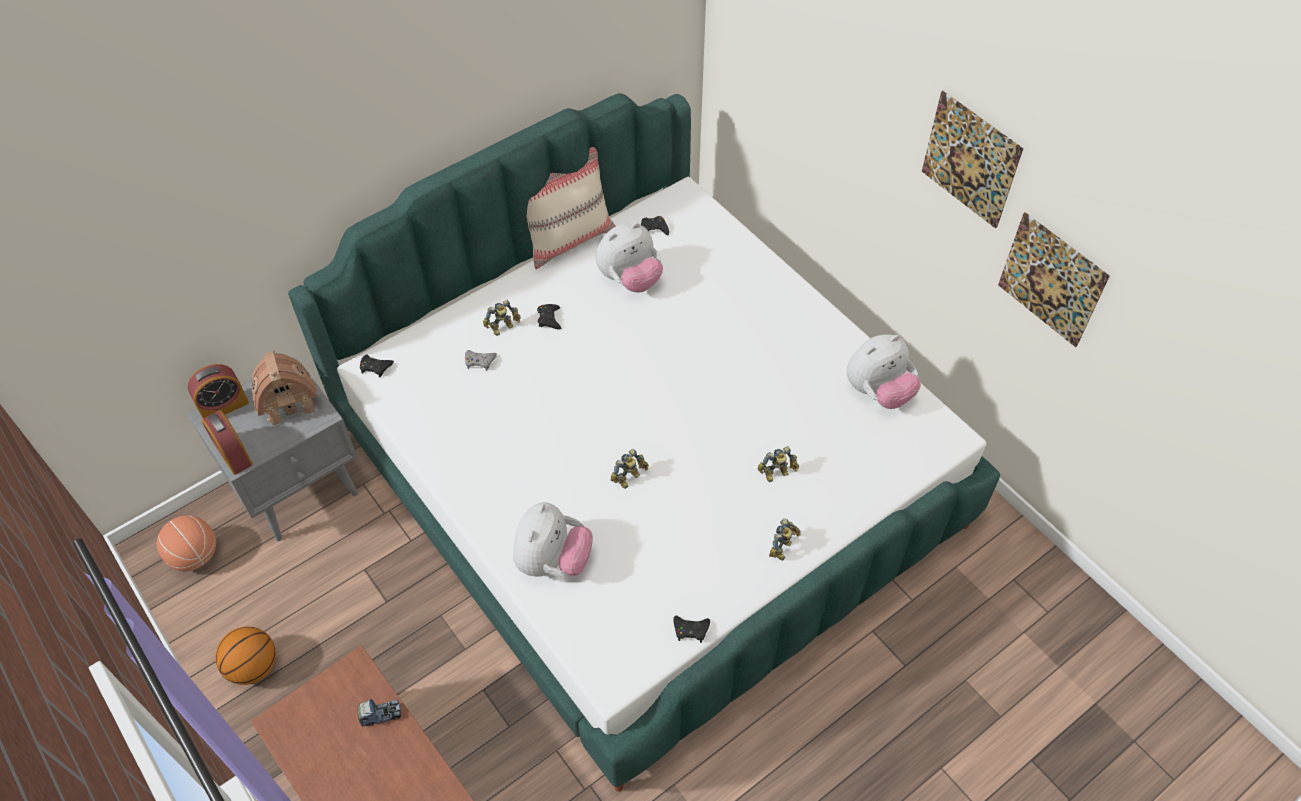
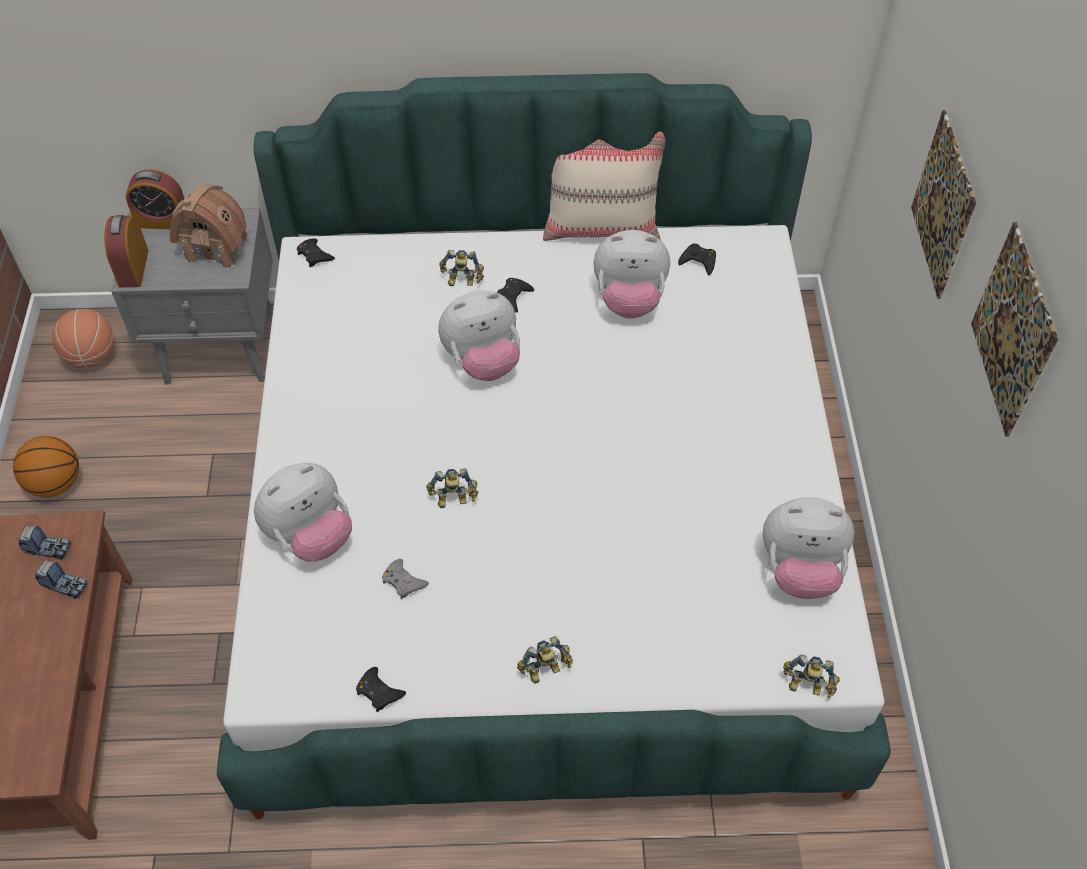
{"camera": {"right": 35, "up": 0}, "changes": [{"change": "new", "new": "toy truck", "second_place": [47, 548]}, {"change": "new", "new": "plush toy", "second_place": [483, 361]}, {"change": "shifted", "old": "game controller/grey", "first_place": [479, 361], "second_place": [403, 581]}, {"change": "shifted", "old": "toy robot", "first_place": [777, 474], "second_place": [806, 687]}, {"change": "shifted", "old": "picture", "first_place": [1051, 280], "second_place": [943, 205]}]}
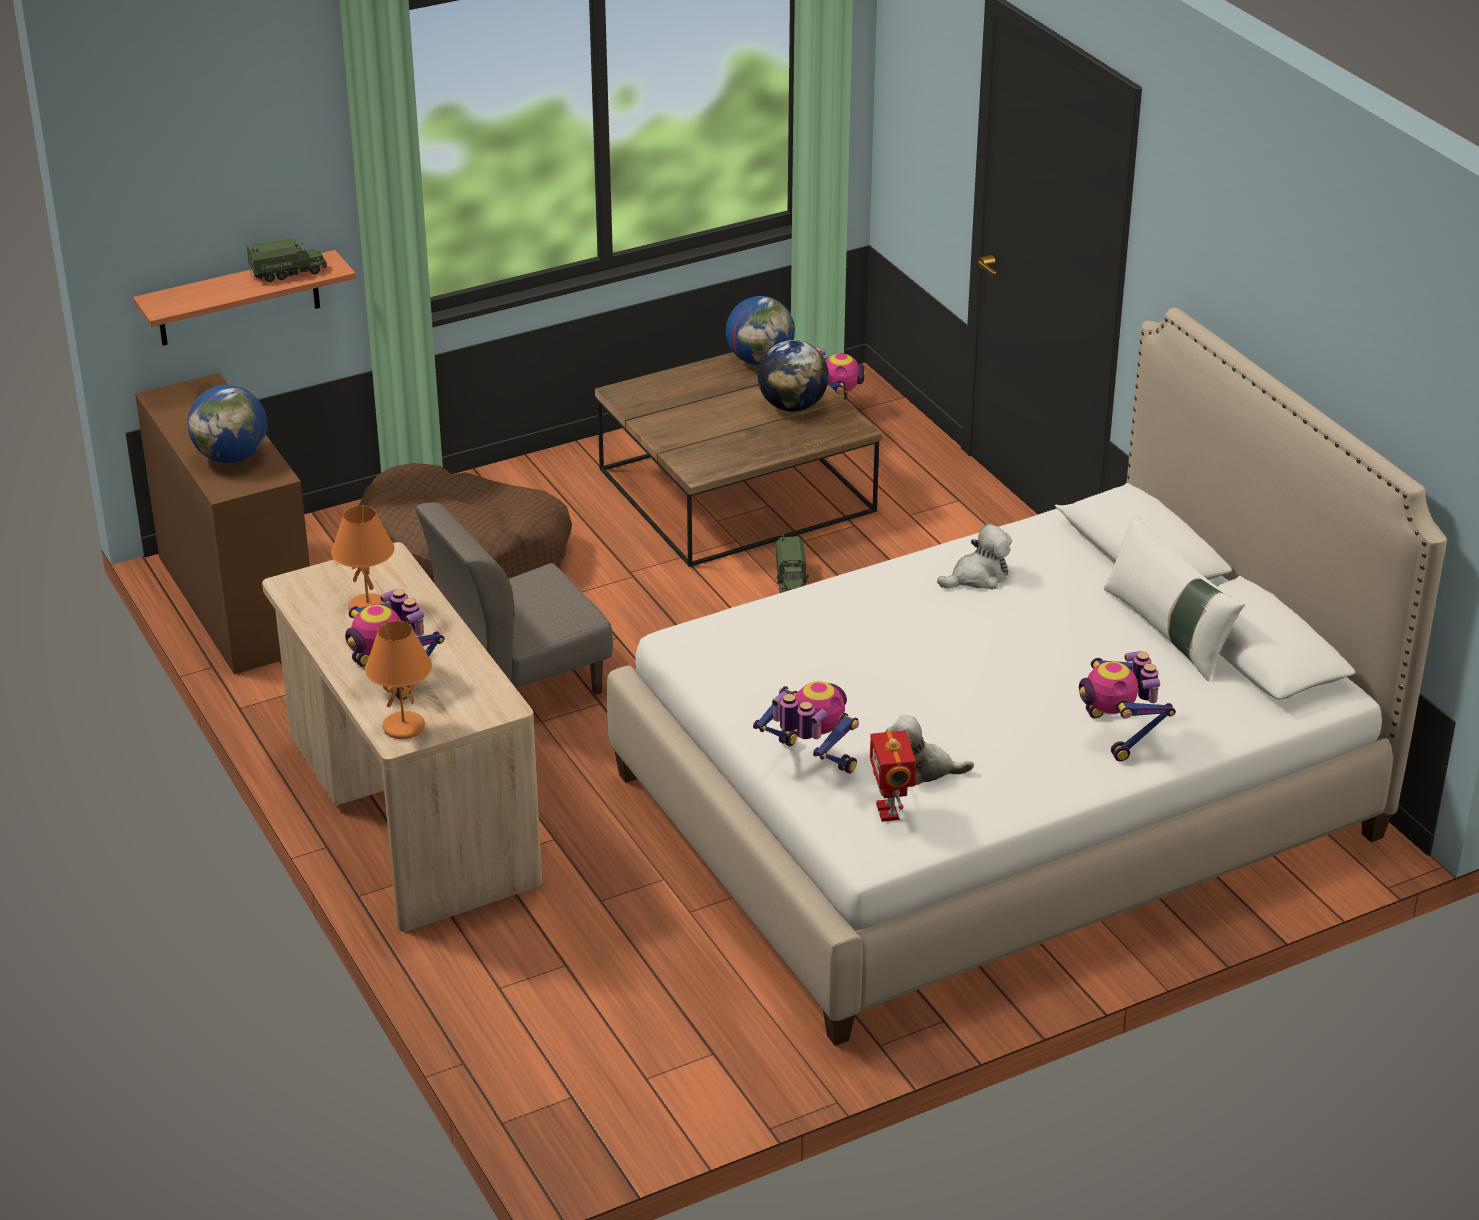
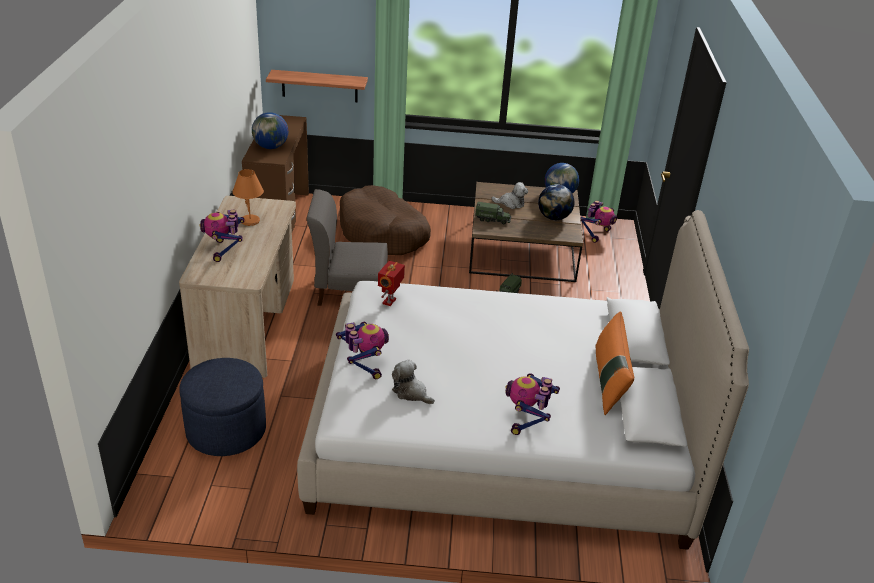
{"camera": {"right": 30, "up": 0}, "changes": [{"change": "gone", "old": "table lamp/orange", "first_place": [404, 727]}, {"change": "new", "new": "ottoman/blue", "second_place": [226, 430]}, {"change": "shifted", "old": "toy truck", "first_place": [288, 272], "second_place": [492, 219]}, {"change": "shifted", "old": "toy robot", "first_place": [890, 811], "second_place": [390, 301]}, {"change": "shifted", "old": "plush toy", "first_place": [978, 577], "second_place": [511, 203]}, {"change": "repainted", "old": "pillow/white", "new": "pillow/orange", "first_place": [1168, 631], "second_place": [609, 381]}]}
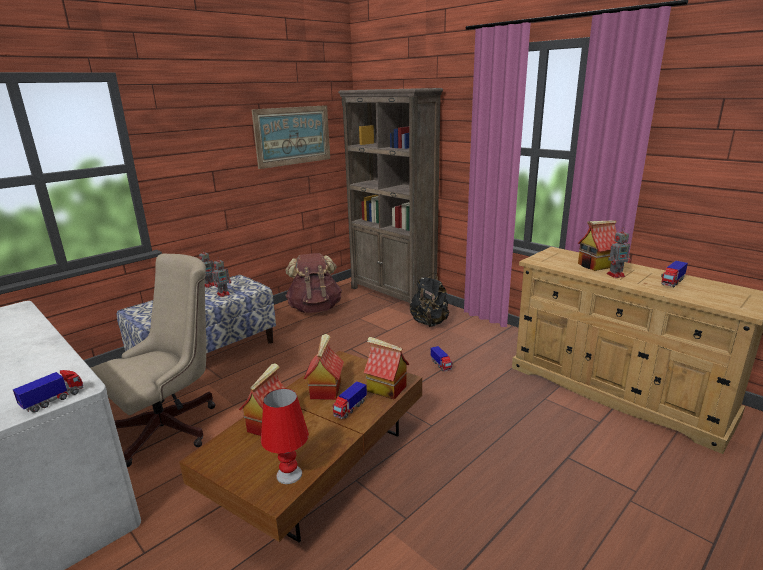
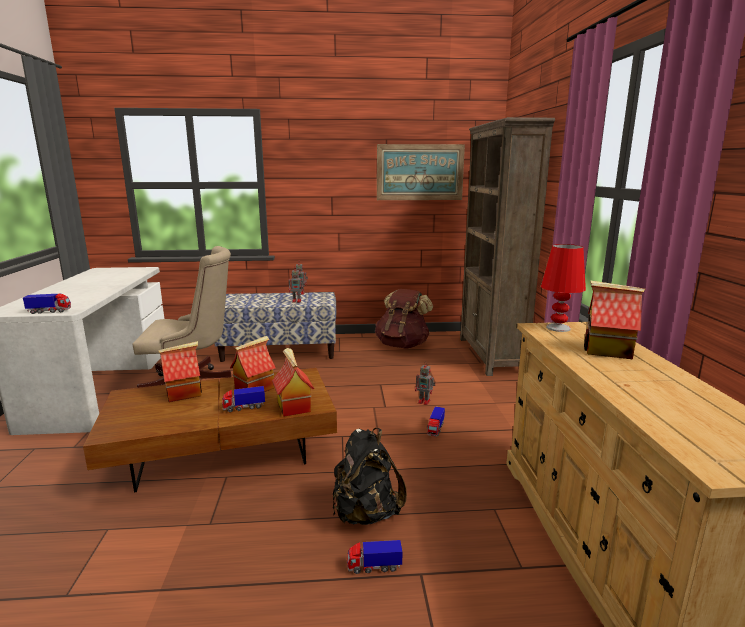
{"camera": {"right": 40, "up": -5}, "changes": [{"change": "shifted", "old": "table lamp/red", "first_place": [289, 474], "second_place": [558, 328]}, {"change": "shifted", "old": "backpack/black", "first_place": [429, 323], "second_place": [365, 513]}, {"change": "shifted", "old": "toy robot", "first_place": [616, 275], "second_place": [424, 401]}, {"change": "shifted", "old": "toy truck", "first_place": [672, 282], "second_place": [374, 567]}]}
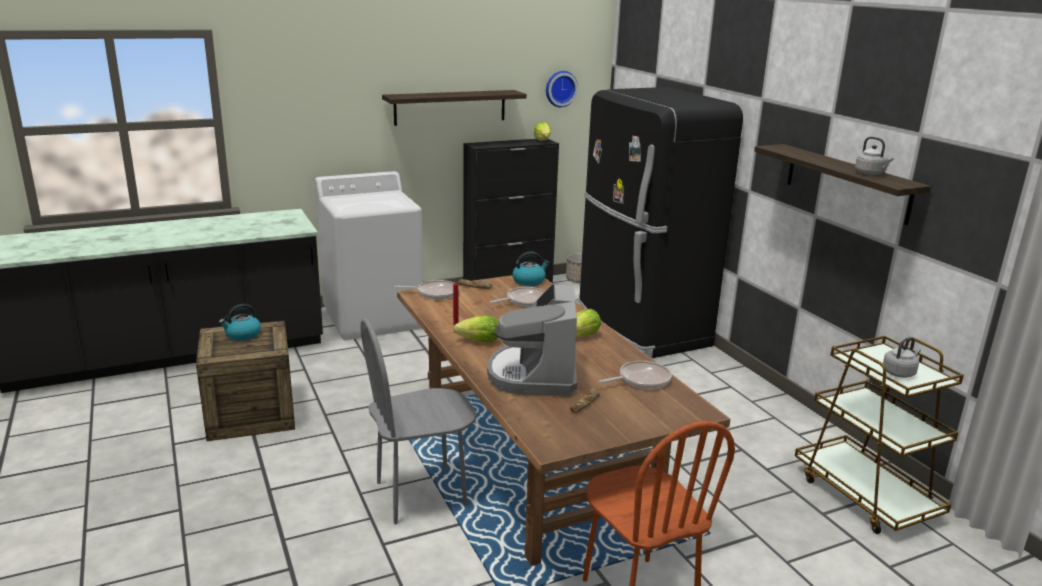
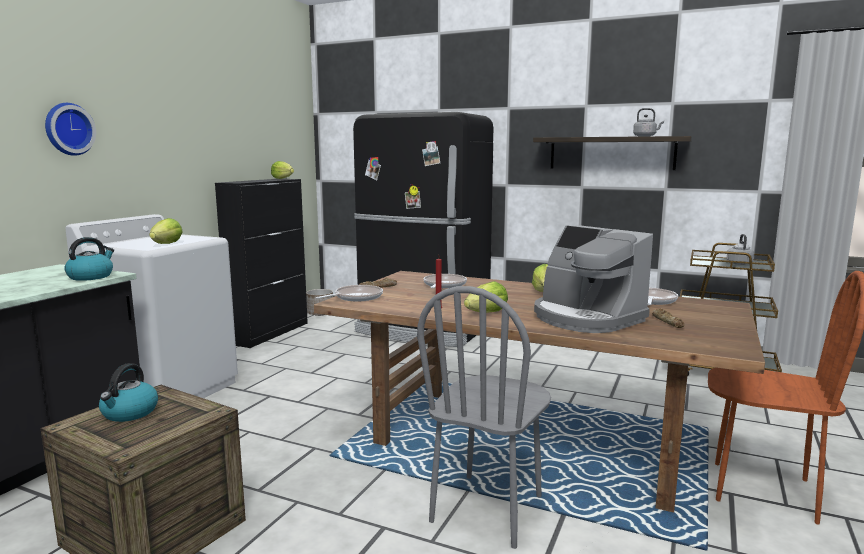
{"camera": {"right": -40, "up": -10}, "changes": [{"change": "gone", "old": "shelf", "first_place": [450, 107]}, {"change": "new", "new": "lettuce", "second_place": [167, 244]}, {"change": "shifted", "old": "kettle", "first_place": [529, 281], "second_place": [91, 276]}, {"change": "shifted", "old": "wall clock", "first_place": [560, 88], "second_place": [68, 129]}]}
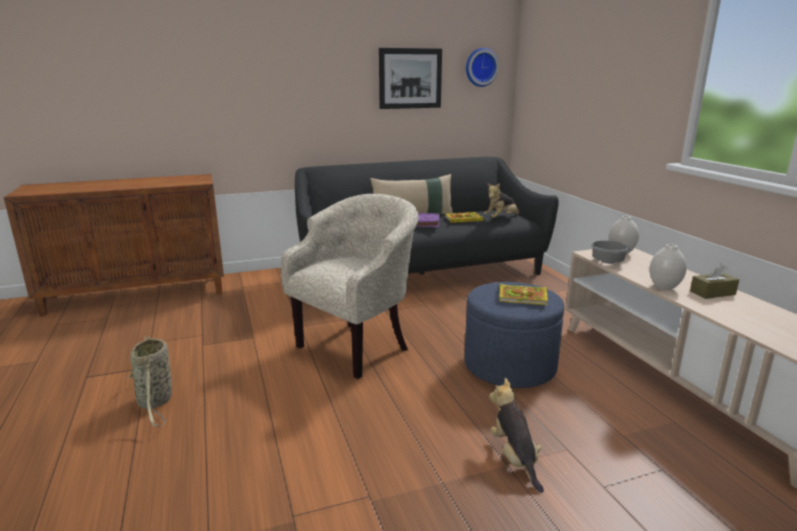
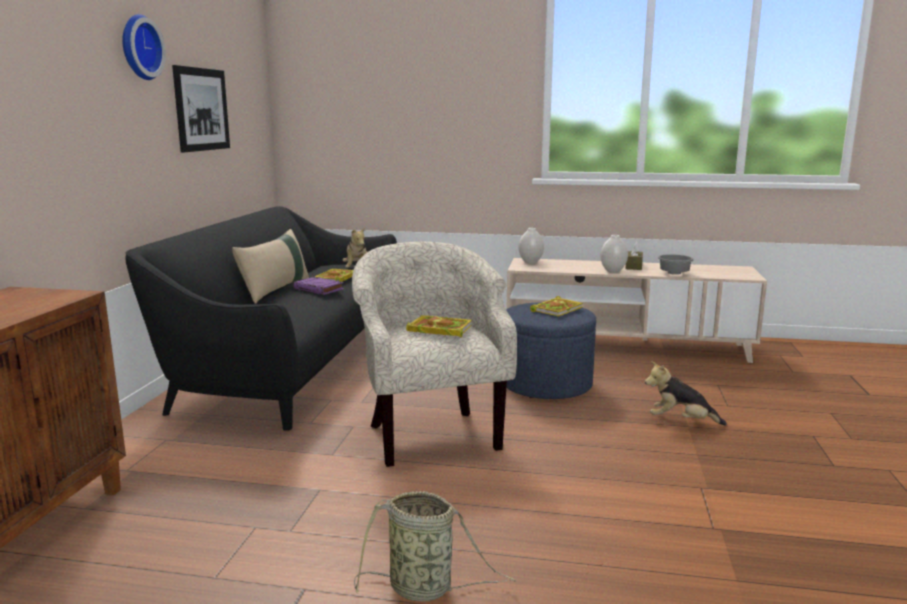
{"camera": {"right": -60, "up": -5}, "changes": [{"change": "new", "new": "book", "second_place": [438, 329]}, {"change": "shifted", "old": "wall clock", "first_place": [480, 67], "second_place": [138, 47]}, {"change": "shifted", "old": "bowl/grey", "first_place": [608, 262], "second_place": [675, 274]}]}
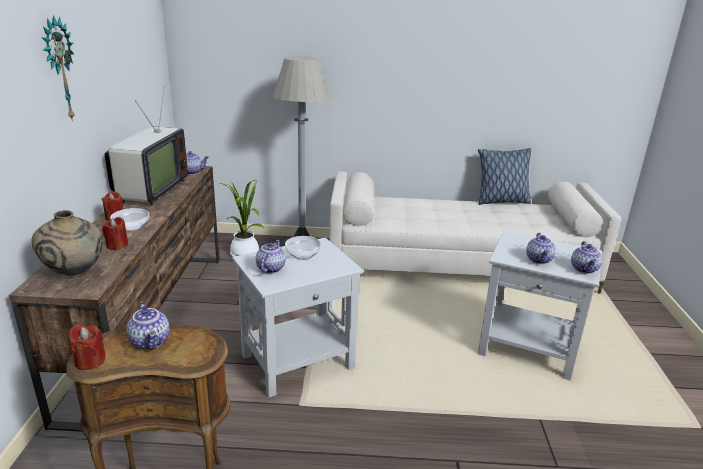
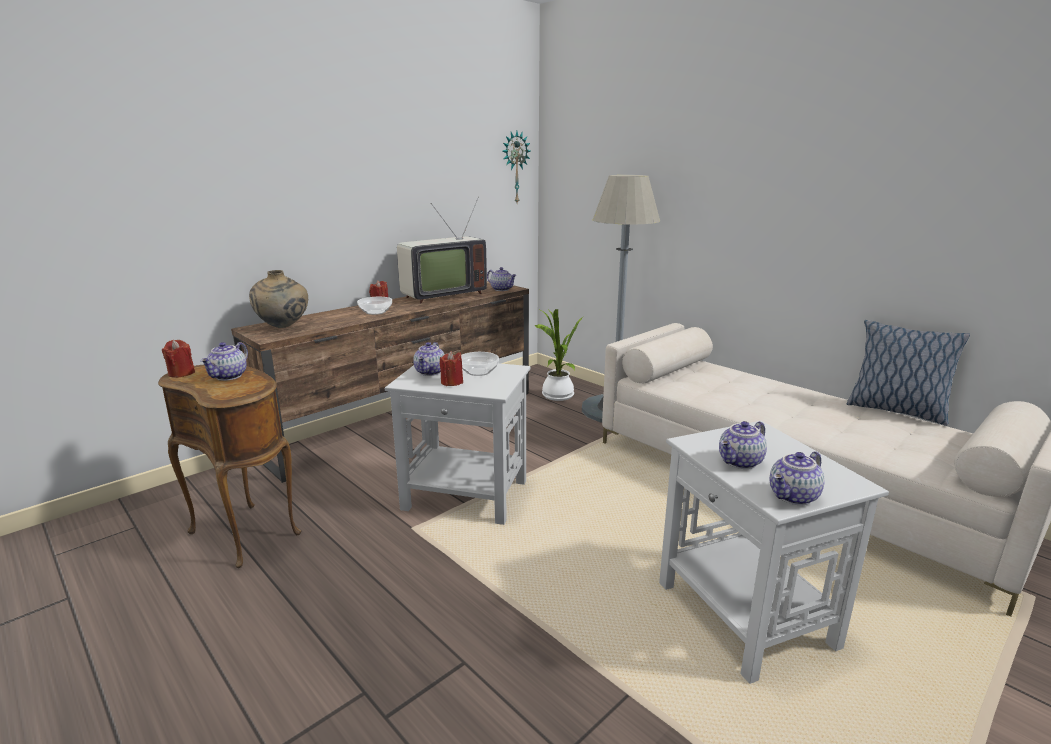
{"camera": {"right": 45, "up": -5}, "changes": [{"change": "shifted", "old": "wall clock", "first_place": [58, 70], "second_place": [514, 167]}, {"change": "shifted", "old": "candle/red", "first_place": [117, 245], "second_place": [452, 382]}, {"change": "rotated", "old": "teapot", "first_place": [270, 268], "second_place": [431, 372], "degrees": 135}]}
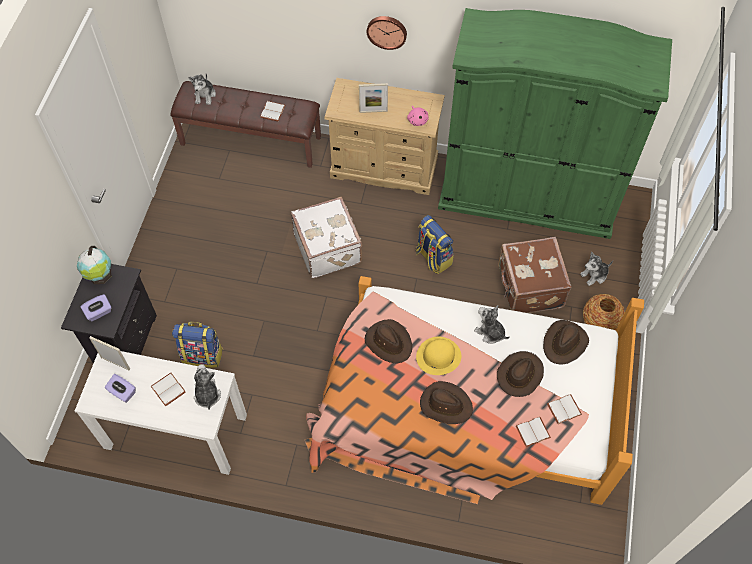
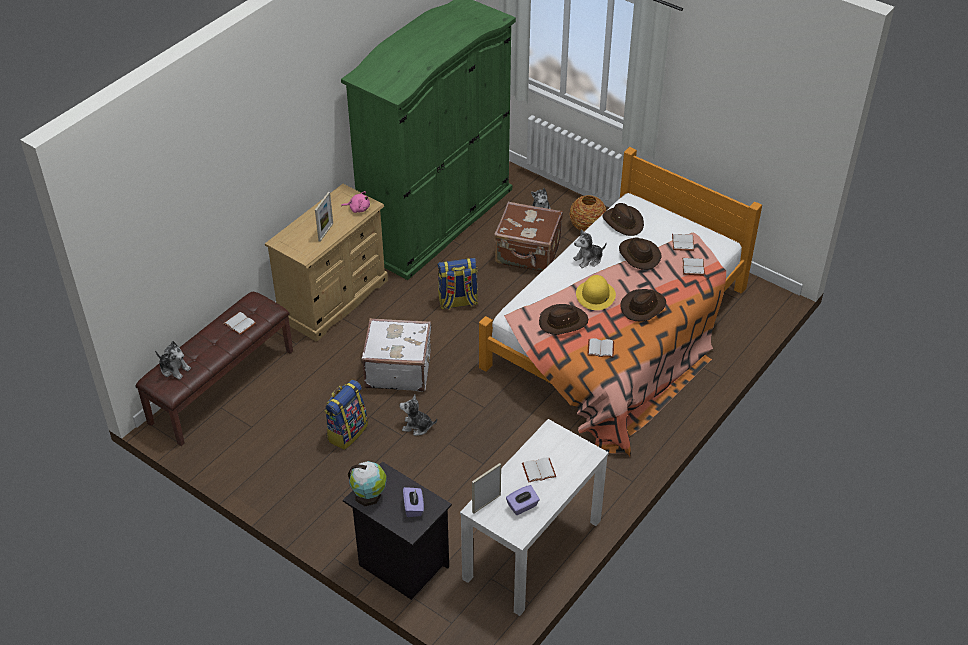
{"camera": {"right": -65, "up": -15}, "changes": [{"change": "gone", "old": "wall clock", "first_place": [387, 31]}, {"change": "new", "new": "book/white", "second_place": [601, 348]}, {"change": "shifted", "old": "backpack", "first_place": [203, 355], "second_place": [347, 432]}, {"change": "shifted", "old": "plush toy", "first_place": [207, 394], "second_place": [417, 426]}]}
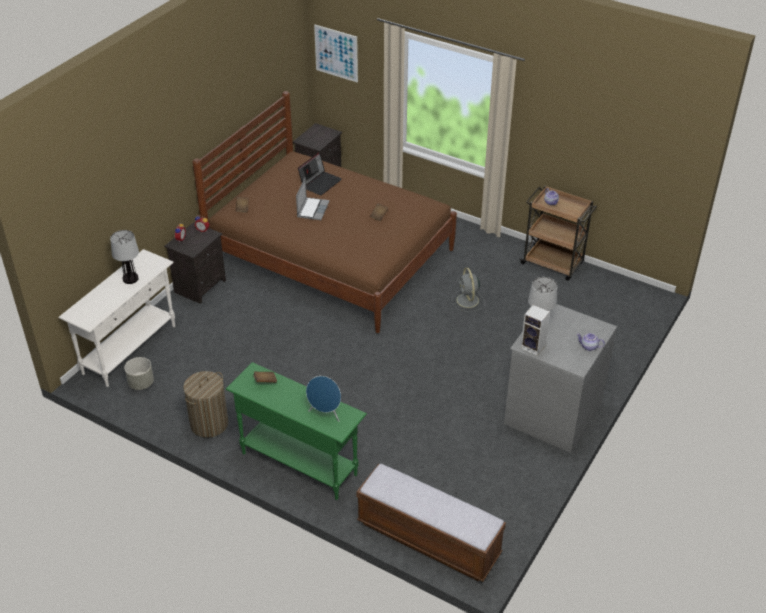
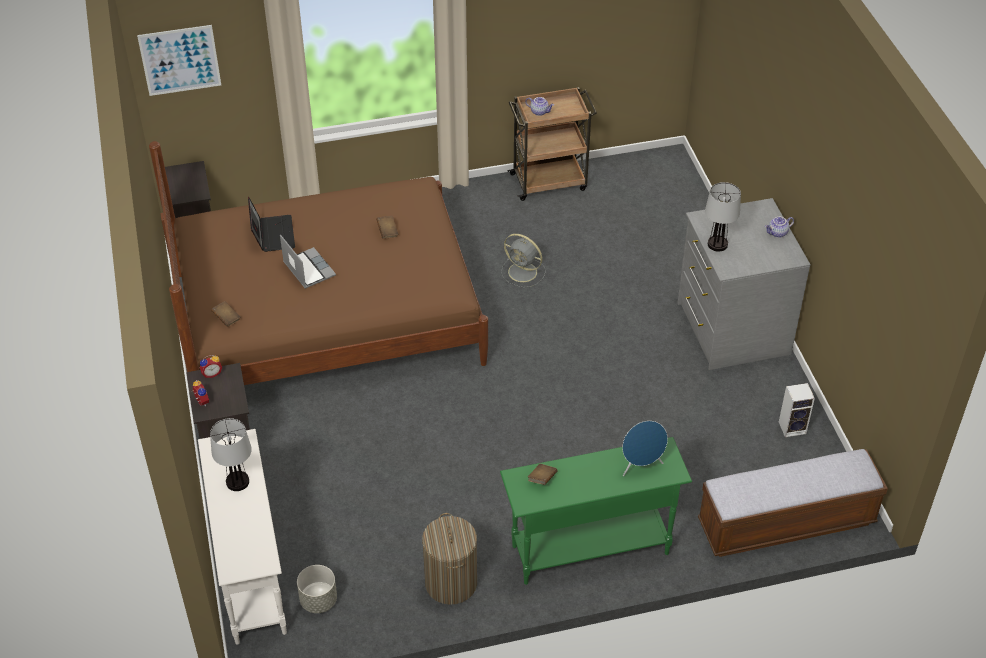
{"camera": {"right": -45, "up": 5}, "changes": [{"change": "shifted", "old": "speaker", "first_place": [534, 347], "second_place": [793, 427]}]}
